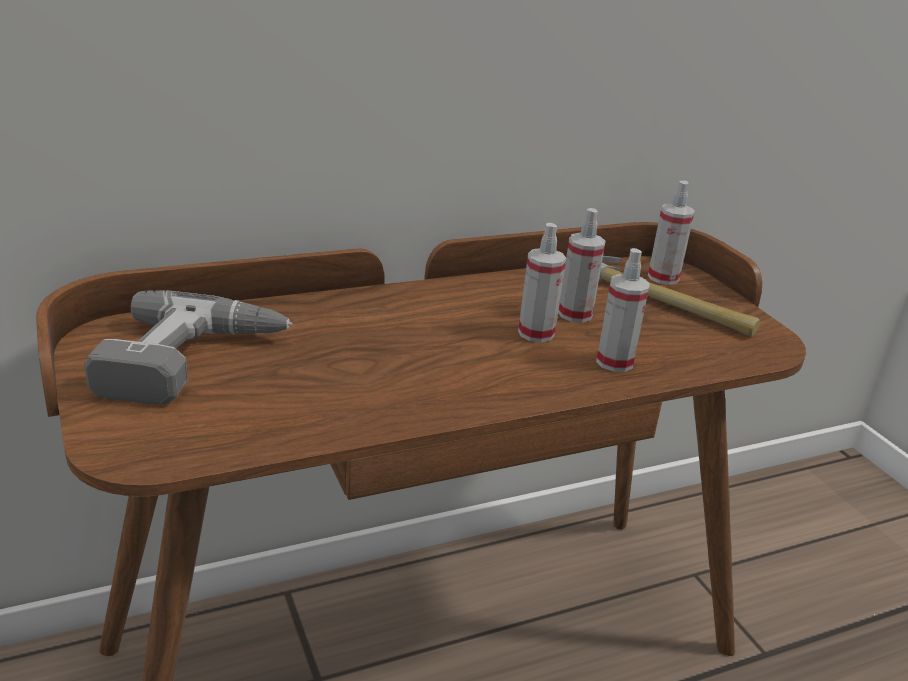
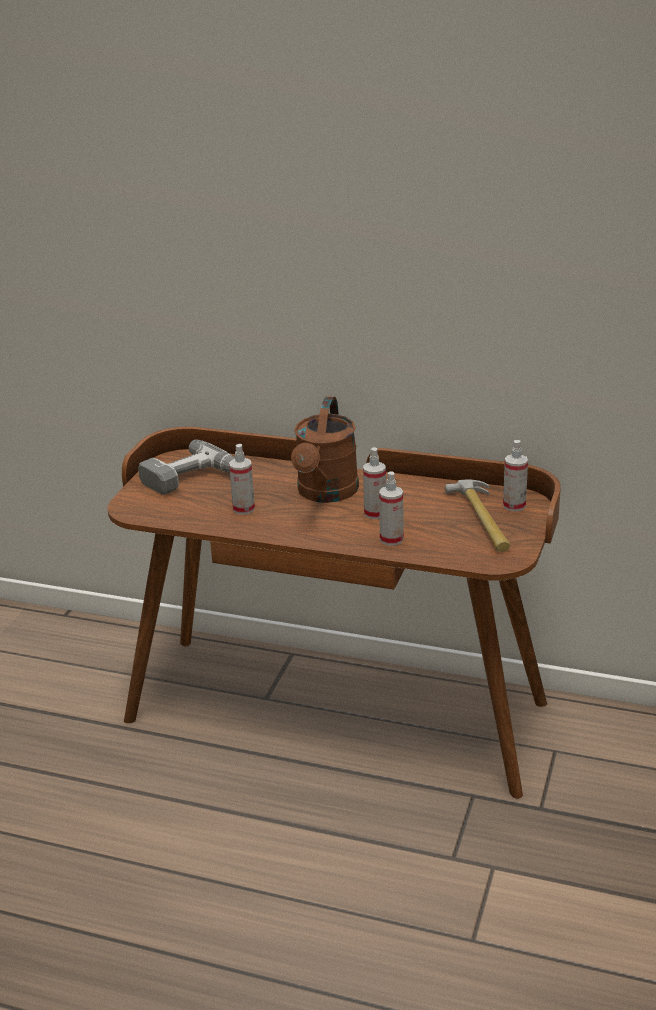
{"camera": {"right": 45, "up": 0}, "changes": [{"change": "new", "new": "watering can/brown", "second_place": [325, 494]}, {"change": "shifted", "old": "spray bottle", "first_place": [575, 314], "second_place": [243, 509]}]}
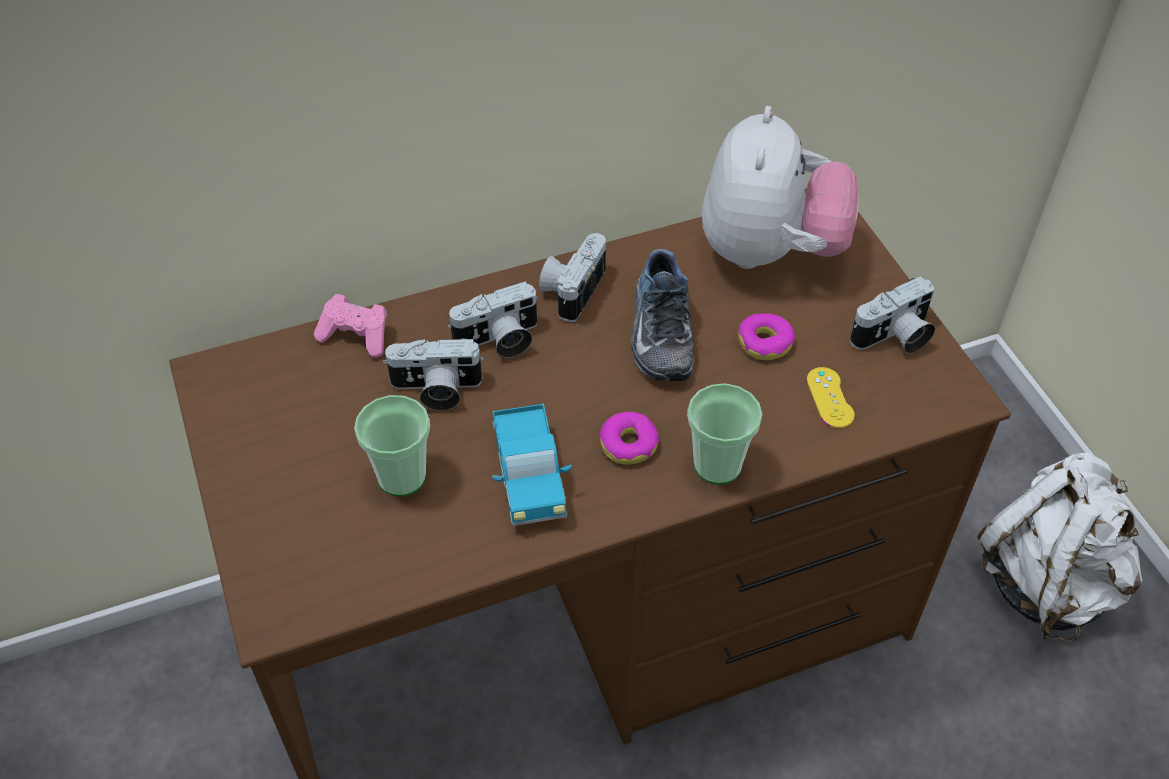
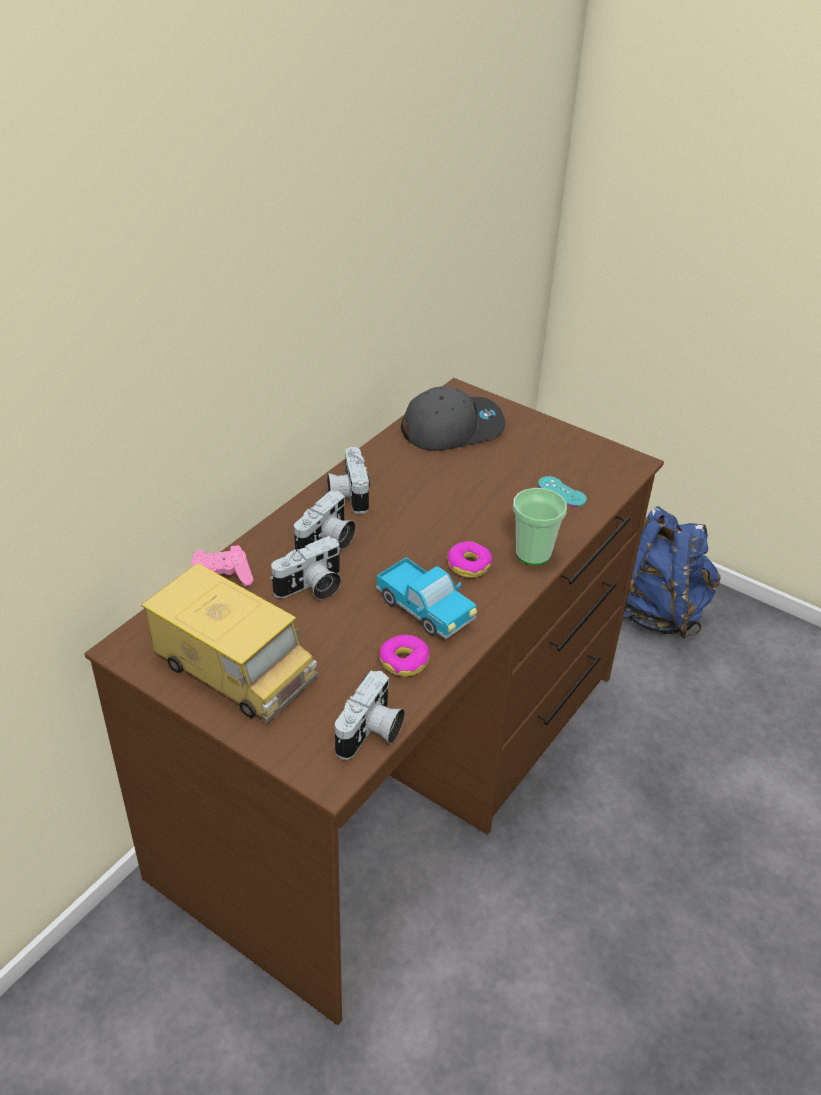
{"camera": {"right": -35, "up": -10}, "changes": [{"change": "gone", "old": "cup", "first_place": [401, 477]}, {"change": "gone", "old": "shoe", "first_place": [658, 332]}, {"change": "new", "new": "toy truck", "second_place": [234, 668]}, {"change": "shifted", "old": "donut", "first_place": [765, 343], "second_place": [404, 661]}, {"change": "shifted", "old": "photo camera", "first_place": [894, 337], "second_place": [371, 733]}, {"change": "swapped", "old": "plush toy", "new": "cap/grey", "first_place": [769, 251], "second_place": [452, 428]}, {"change": "repainted", "old": "game controller/yellow", "new": "game controller/turquoise", "first_place": [830, 398], "second_place": [562, 491]}, {"change": "repainted", "old": "backpack/white", "new": "backpack/blue", "first_place": [1047, 582], "second_place": [656, 611]}]}
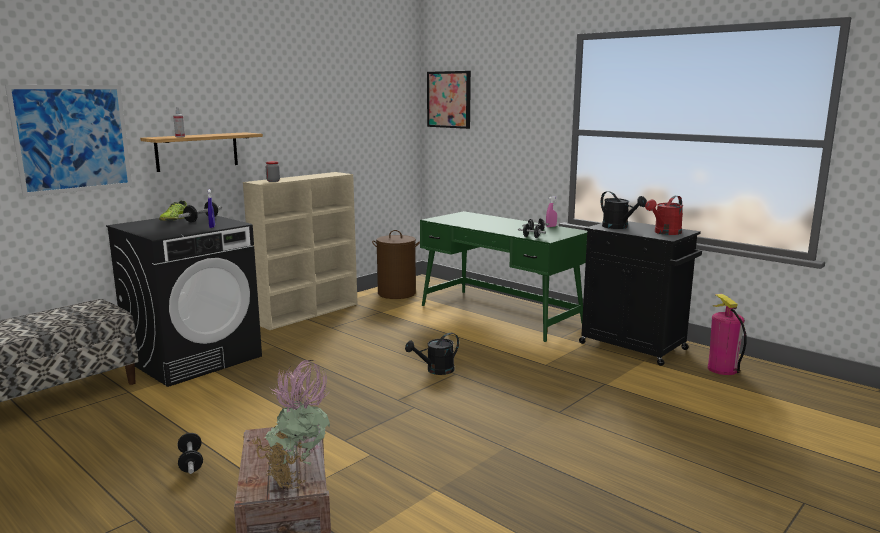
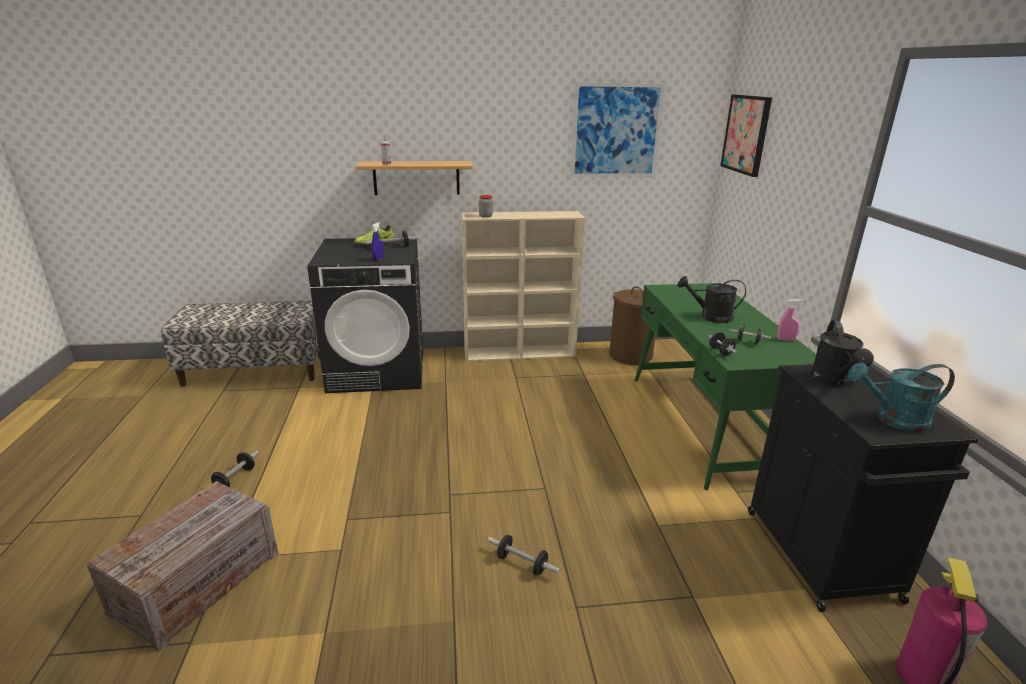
{"camera": {"right": 40, "up": 10}, "changes": [{"change": "gone", "old": "potted plant", "first_place": [297, 478]}, {"change": "new", "new": "dumbbell", "second_place": [522, 564]}, {"change": "shifted", "old": "picture", "first_place": [72, 139], "second_place": [616, 131]}, {"change": "shifted", "old": "watering can/black", "first_place": [436, 370], "second_place": [710, 317]}, {"change": "repainted", "old": "watering can/red", "new": "watering can/turquoise", "first_place": [665, 233], "second_place": [893, 420]}]}
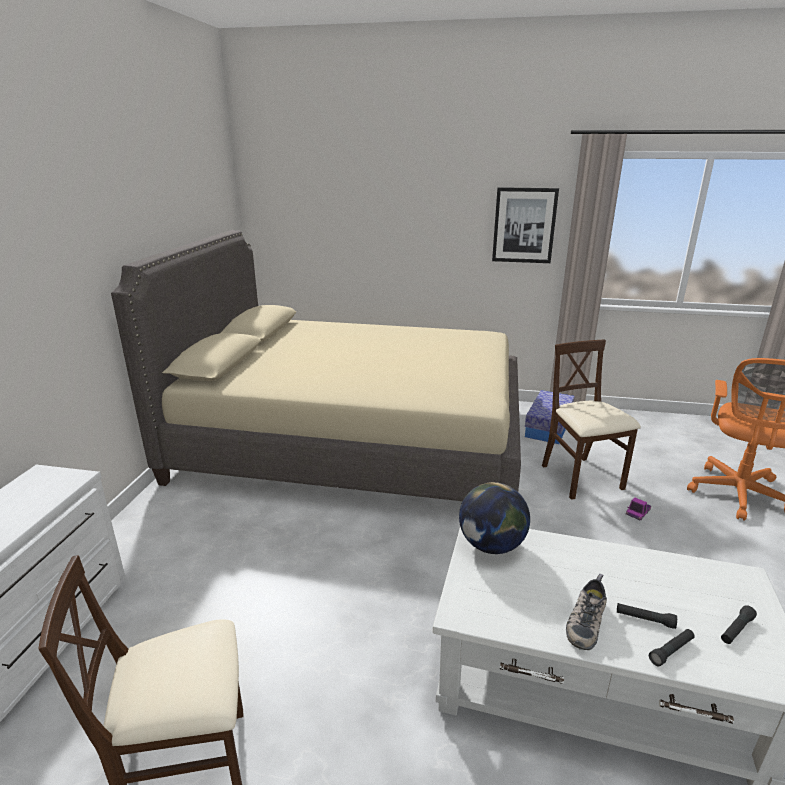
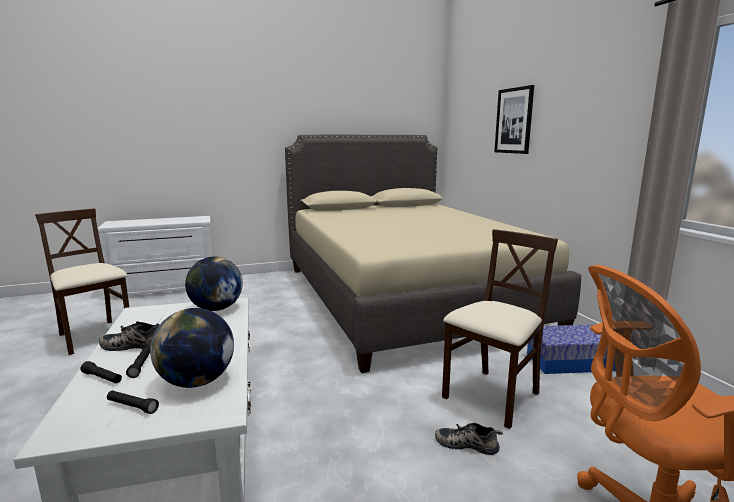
{"camera": {"right": 60, "up": -10}, "changes": [{"change": "new", "new": "globe", "second_place": [197, 381]}, {"change": "shifted", "old": "picture", "first_place": [524, 225], "second_place": [514, 121]}, {"change": "swapped", "old": "toy truck", "new": "shoe", "first_place": [637, 513], "second_place": [467, 443]}]}
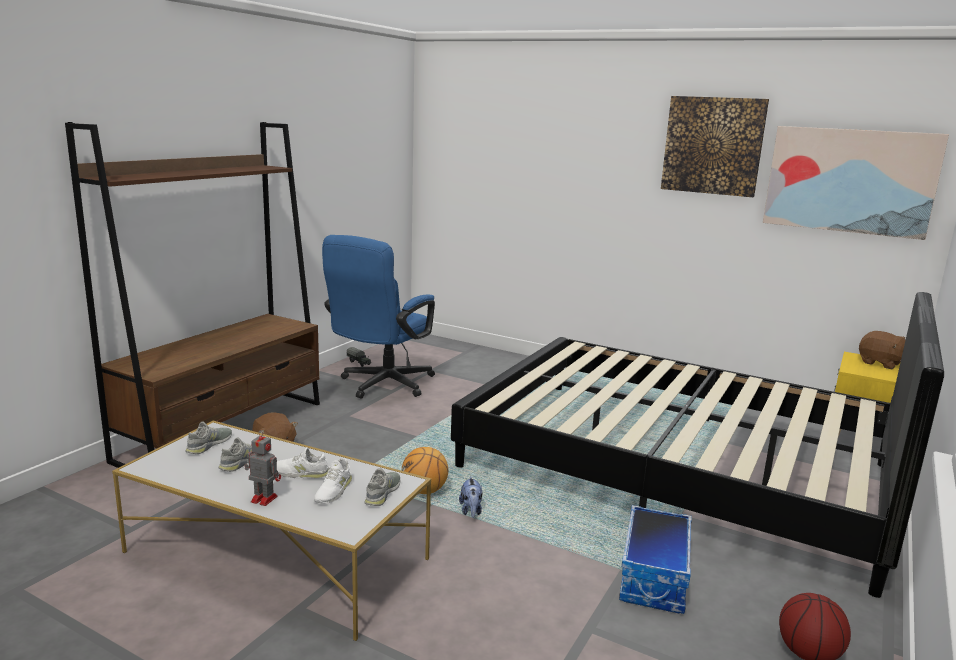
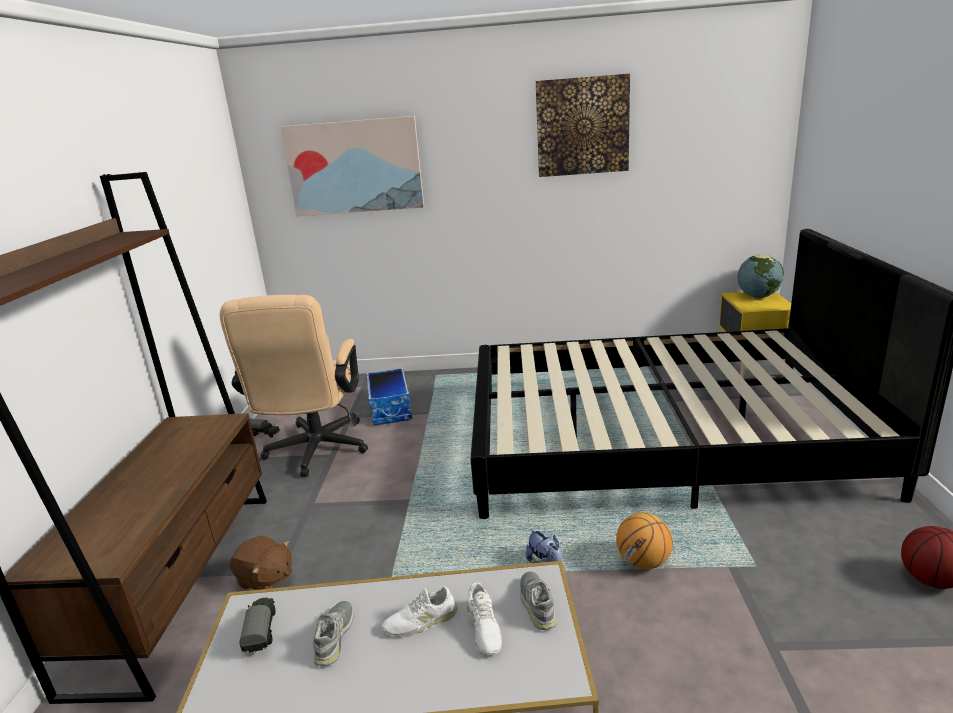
{"camera": {"right": -25, "up": 5}, "changes": [{"change": "gone", "old": "toy robot", "first_place": [263, 499]}, {"change": "shifted", "old": "basketball", "first_place": [424, 491], "second_place": [643, 562]}, {"change": "shifted", "old": "storage box", "first_place": [655, 577], "second_place": [391, 409]}, {"change": "shifted", "old": "picture", "first_place": [849, 181], "second_place": [354, 167]}, {"change": "swapped", "old": "shoe/grey", "new": "toy truck", "first_place": [209, 444], "second_place": [261, 632]}, {"change": "swapped", "old": "plush toy/brown", "new": "globe", "first_place": [880, 363], "second_place": [758, 296]}, {"change": "repainted", "old": "office chair/blue", "new": "office chair/beige", "first_place": [381, 385], "second_place": [315, 453]}]}
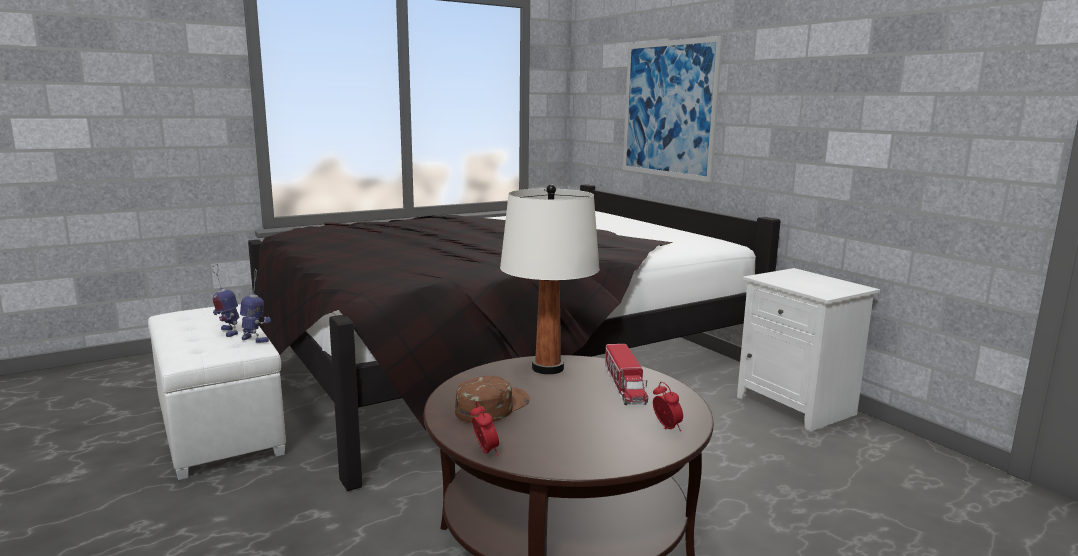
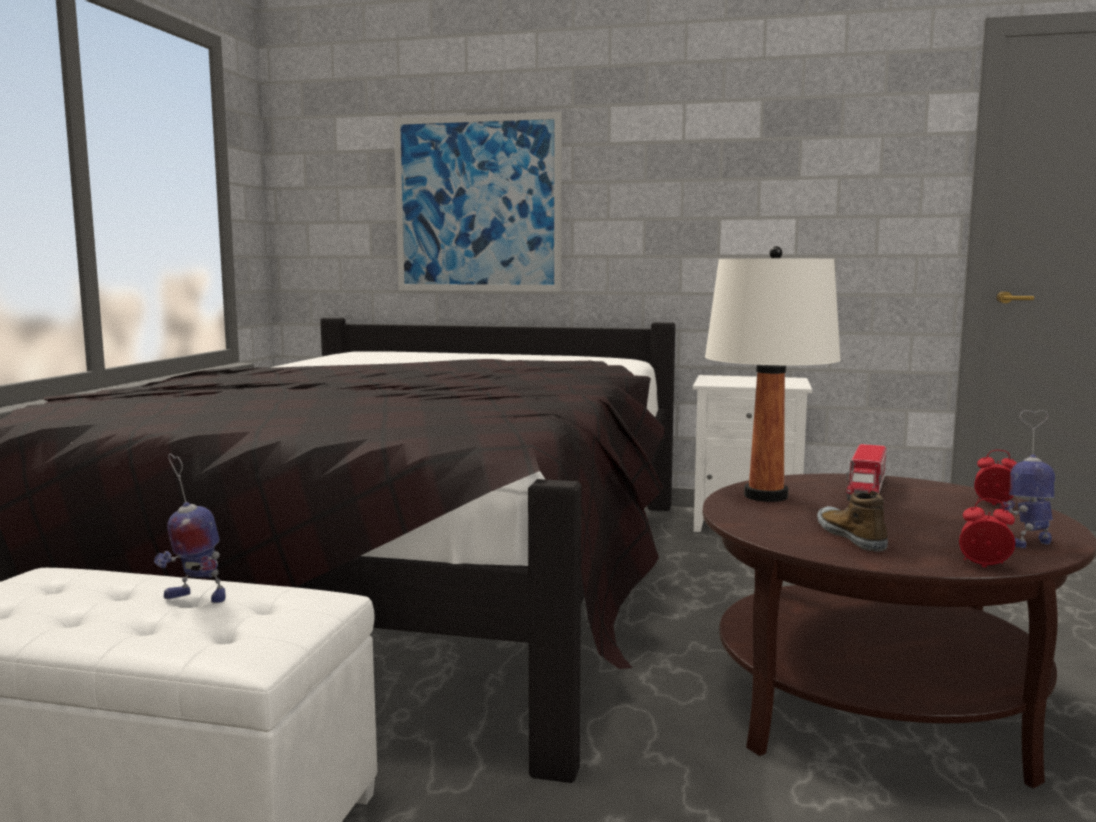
{"camera": {"right": -45, "up": -5}, "changes": [{"change": "shifted", "old": "toy robot", "first_place": [255, 339], "second_place": [1029, 542]}, {"change": "swapped", "old": "cap/brown", "new": "shoe", "first_place": [491, 407], "second_place": [851, 536]}, {"change": "rotated", "old": "toy truck", "first_place": [625, 386], "second_place": [866, 489], "degrees": 75}]}
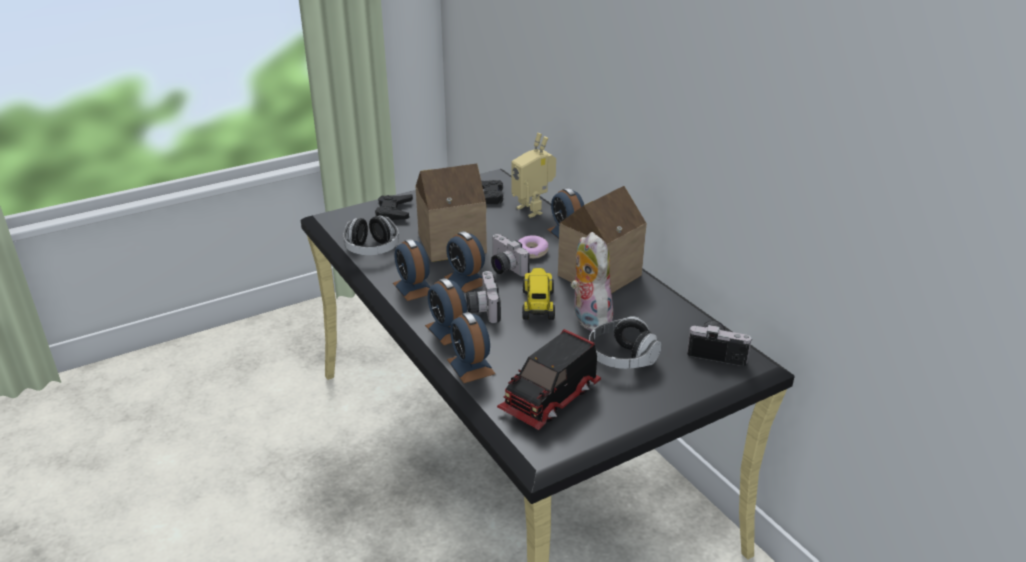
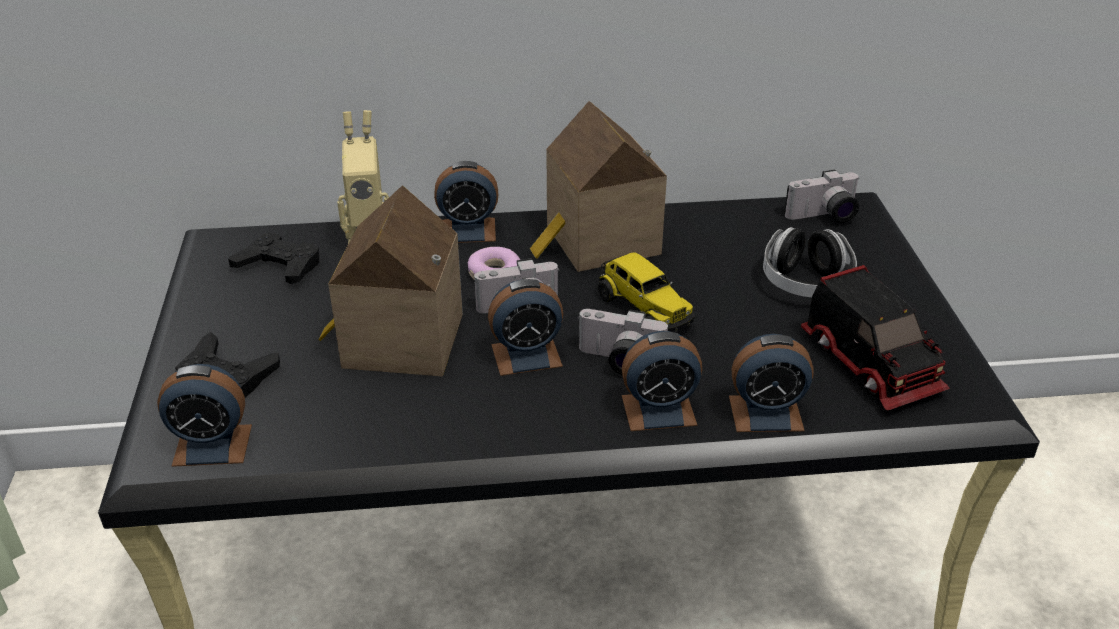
{"camera": {"right": -65, "up": 5}, "changes": [{"change": "gone", "old": "headphones", "first_place": [372, 250]}, {"change": "gone", "old": "plush toy", "first_place": [588, 318]}, {"change": "shifted", "old": "alarm clock", "first_place": [413, 288], "second_place": [212, 445]}, {"change": "rotated", "old": "toy truck", "first_place": [538, 305], "second_place": [643, 310], "degrees": -150}, {"change": "rotated", "old": "photo camera", "first_place": [717, 351], "second_place": [824, 217], "degrees": -150}]}
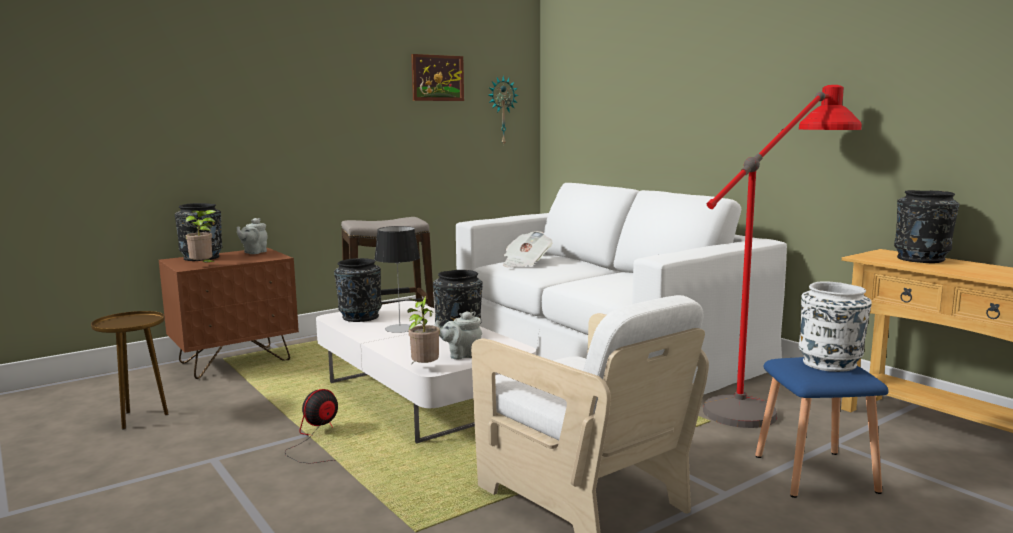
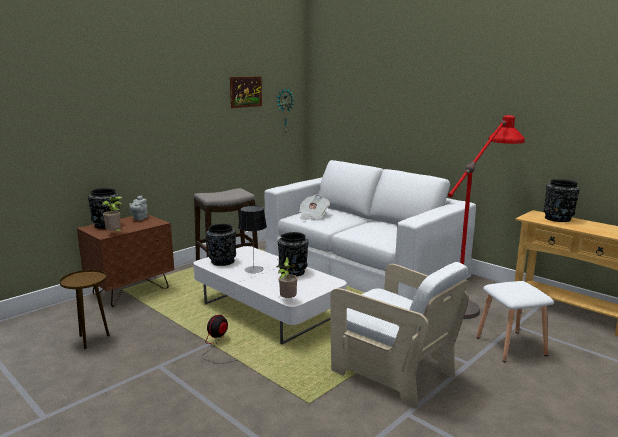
{"camera": {"right": -10, "up": 5}, "changes": [{"change": "gone", "old": "teapot/grey", "first_place": [461, 355]}, {"change": "gone", "old": "vase/white", "first_place": [830, 364]}, {"change": "repainted", "old": "stool/blue", "new": "stool/white", "first_place": [817, 474], "second_place": [512, 346]}]}
